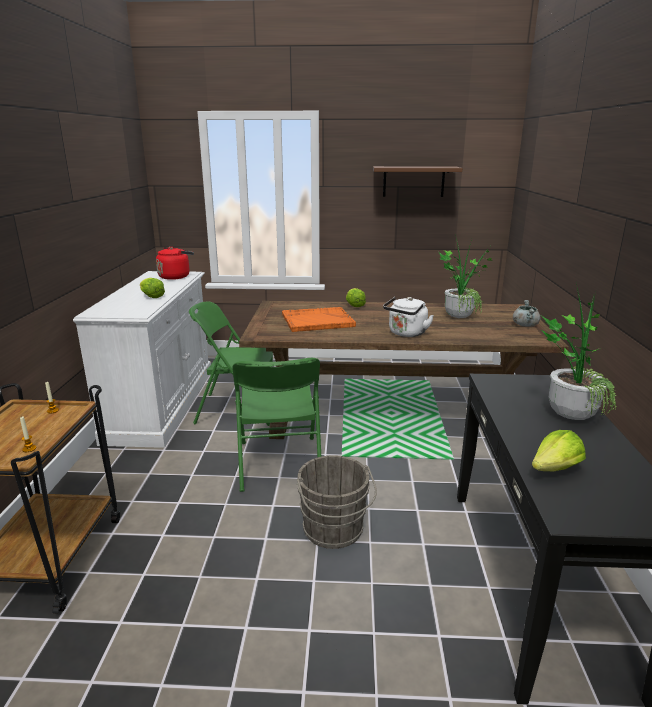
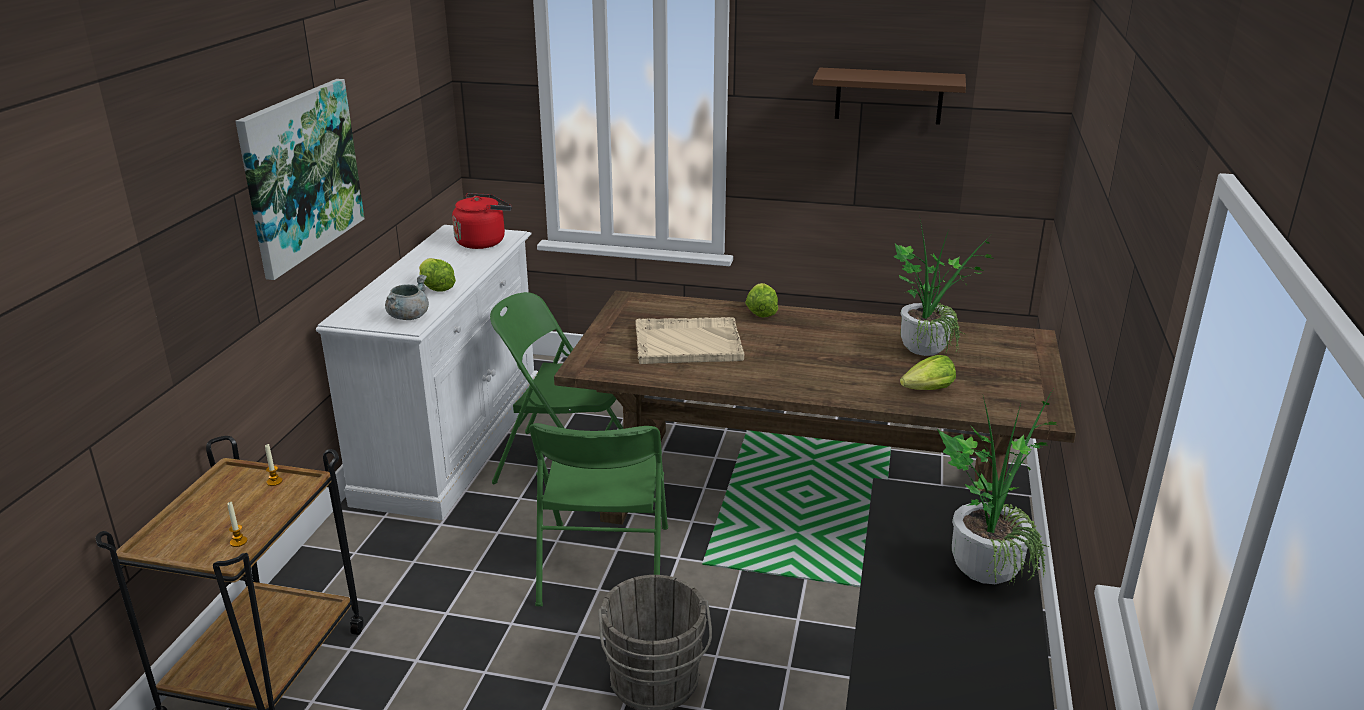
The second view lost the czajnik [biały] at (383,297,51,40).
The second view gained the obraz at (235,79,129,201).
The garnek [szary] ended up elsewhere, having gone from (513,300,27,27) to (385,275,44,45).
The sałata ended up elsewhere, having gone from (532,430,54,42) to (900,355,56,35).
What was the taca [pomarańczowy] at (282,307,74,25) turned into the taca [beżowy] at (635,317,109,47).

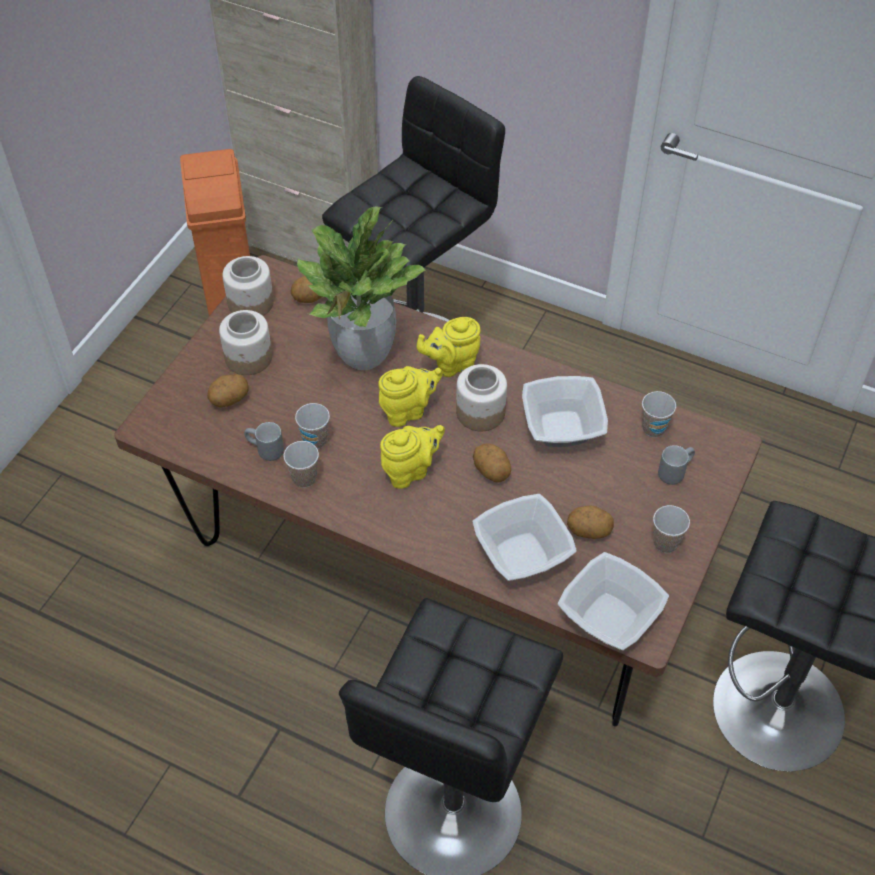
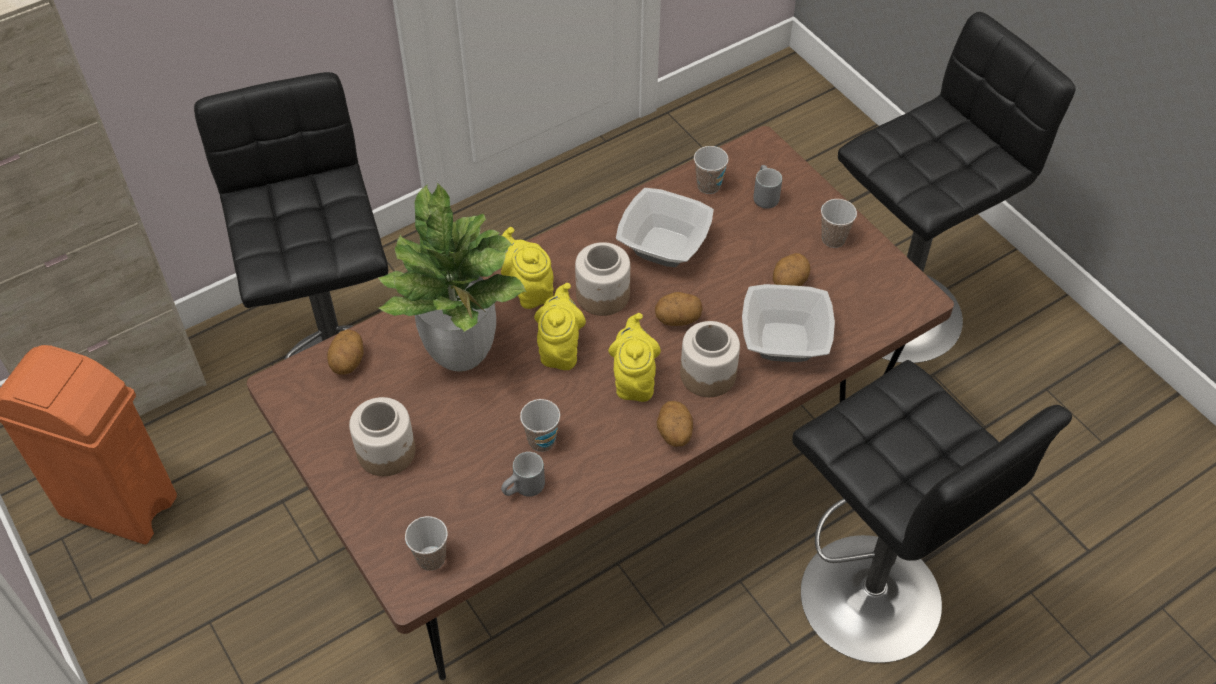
The second view lost the miska at (558,552,111,98).
The ziemniak ended up elsewhere, having gone from (207,374,42,33) to (657,401,36,46).
The słoik ended up elsewhere, having gone from (222,256,52,60) to (680,321,60,76).
The filiżanka ended up elsewhere, having gone from (283,441,36,47) to (405,516,43,55).
The imbryk [żółty] at (416,317,65,60) ended up facing another way, 135 degrees clockwise from before.

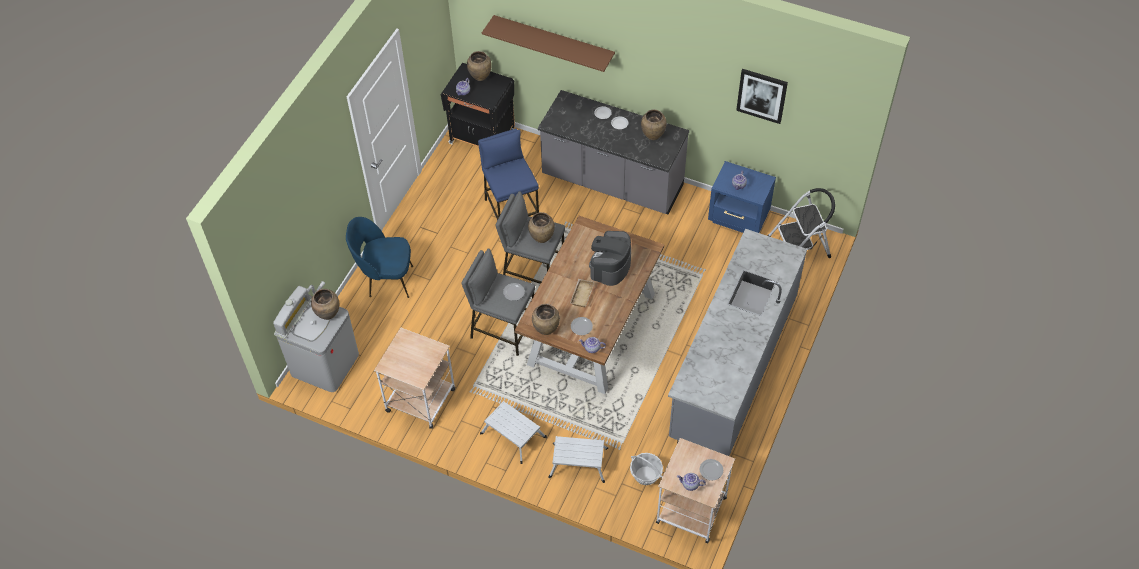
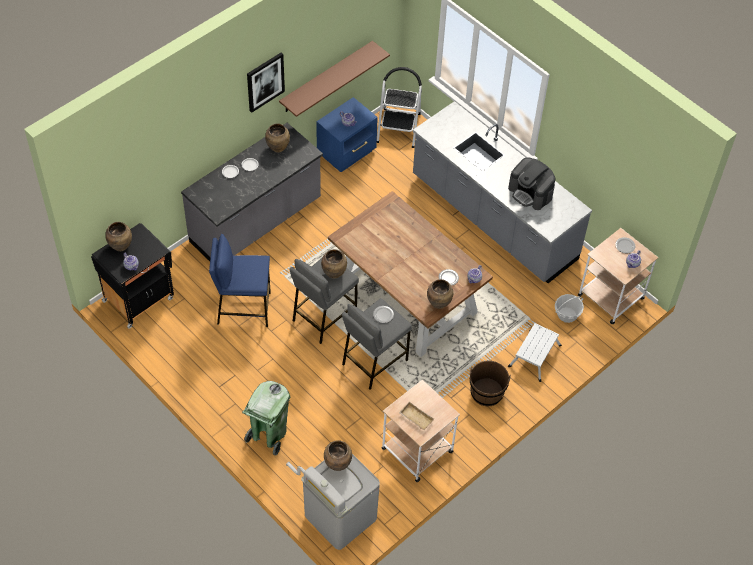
The półka [brązowy] ended up elsewhere, having gone from (482,15,133,57) to (279,41,111,76).
The taca [beżowy] ended up elsewhere, having gone from (570,279,24,28) to (399,401,35,29).
The ekspres do kawy ended up elsewhere, having gone from (589,231,42,55) to (508,157,47,53).
The obraz ended up elsewhere, having gone from (736,69,52,55) to (247,52,38,61).
Where the krzesło [niebieski] stood at (346,217,67,81), the kosz na śmieci [zielony] came to stand at (242,381,48,75).
Where the drabinka [biały] stood at (480,401,67,63), the wiadro [brązowy] came to stand at (470,360,41,46).

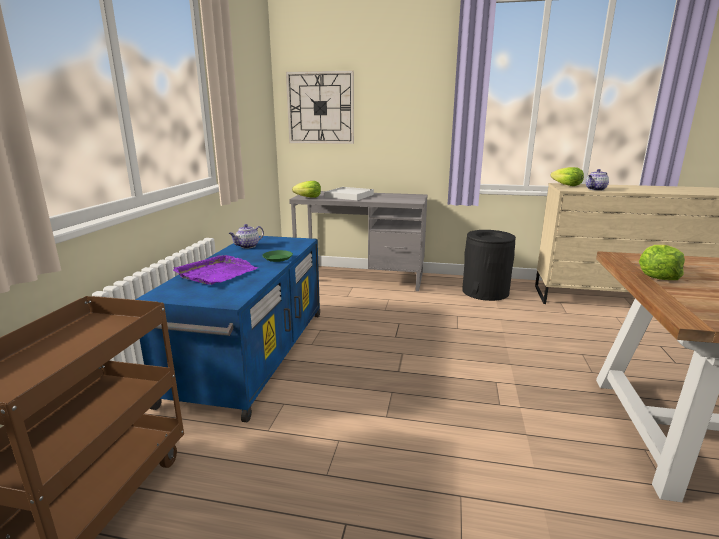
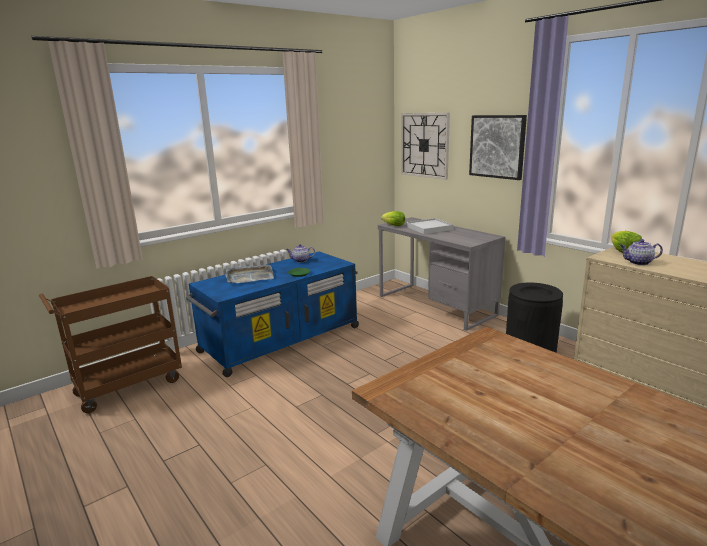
The second view lost the sałata at (639,245,46,35).
The second view gained the obraz at (469,115,58,65).
What was the taca [fioletowy] at (173,255,85,30) turned into the taca [szary] at (225,264,49,20).

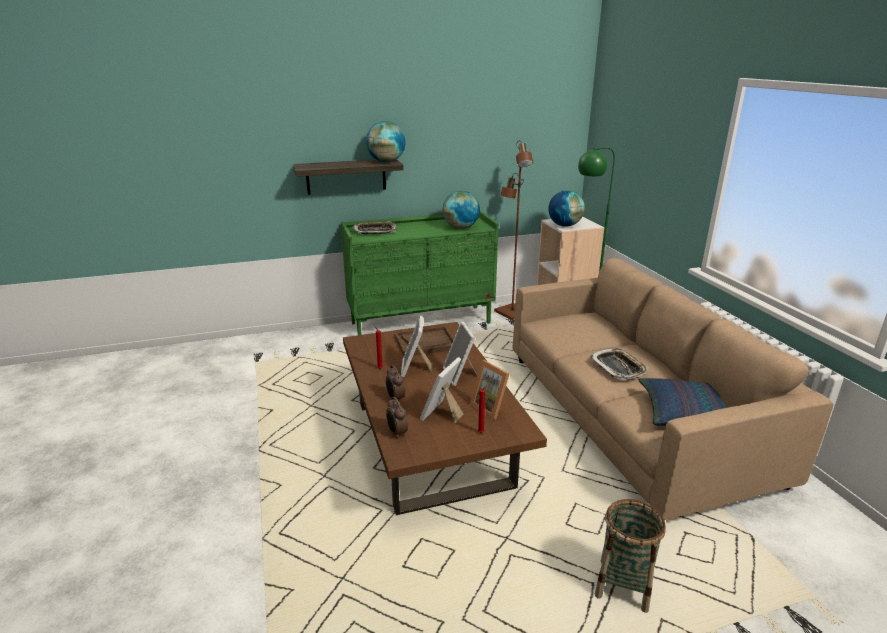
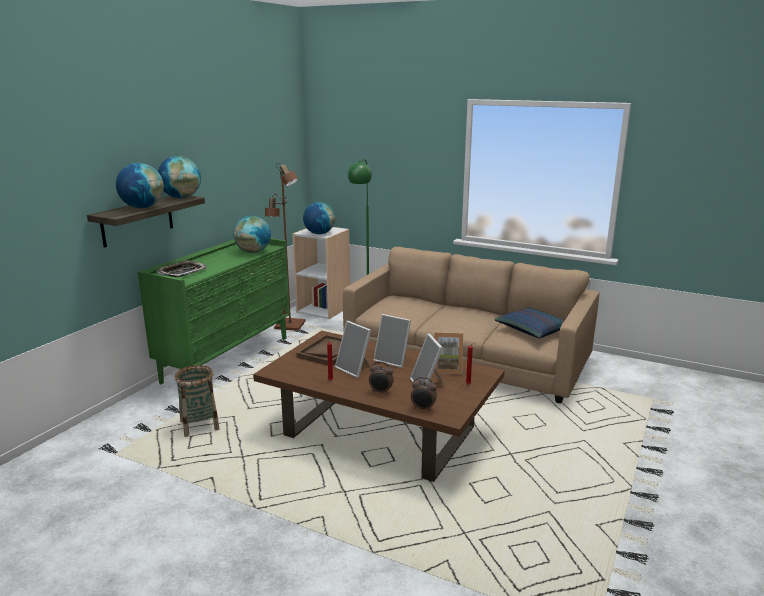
The second view lost the taca at (590,348,58,32).
The second view gained the globus at (116,163,48,45).
The koszyk ended up elsewhere, having gone from (595,499,71,114) to (175,365,45,72).

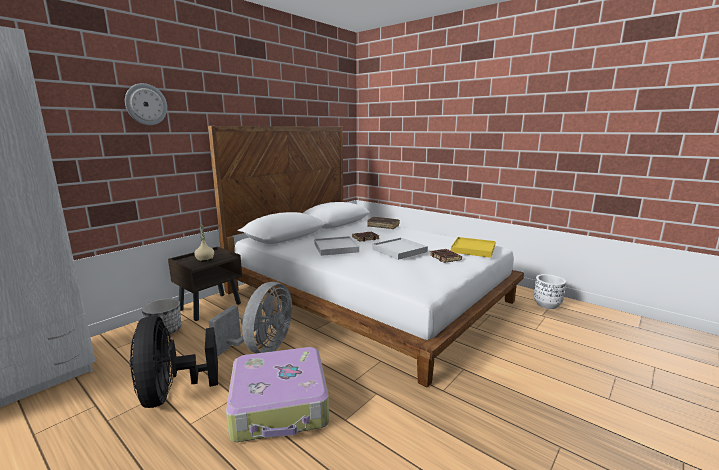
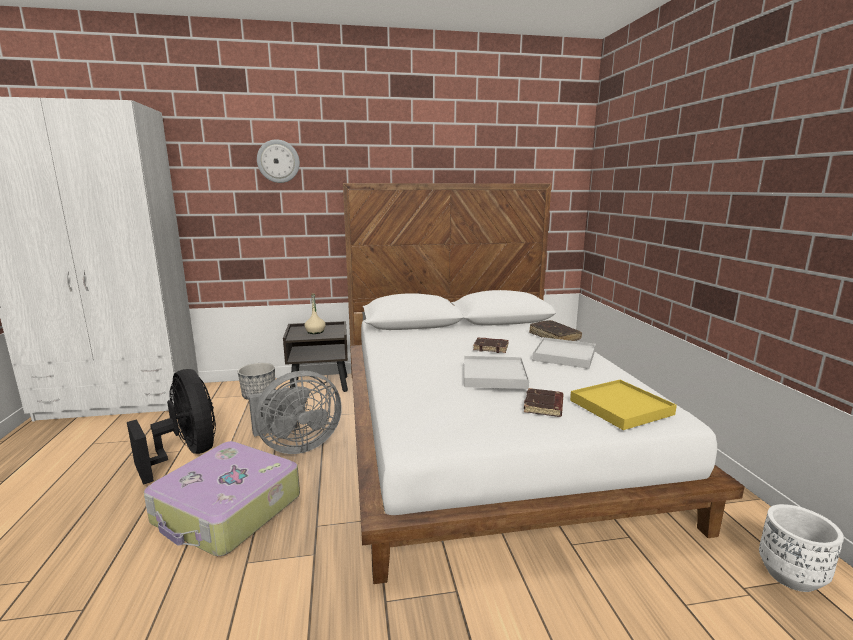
The taca [biały] ended up elsewhere, having gone from (314,236,45,20) to (532,337,64,32).
The wentylator [czarny] at (129,316,89,92) ended up facing another way, 120 degrees clockwise from before.

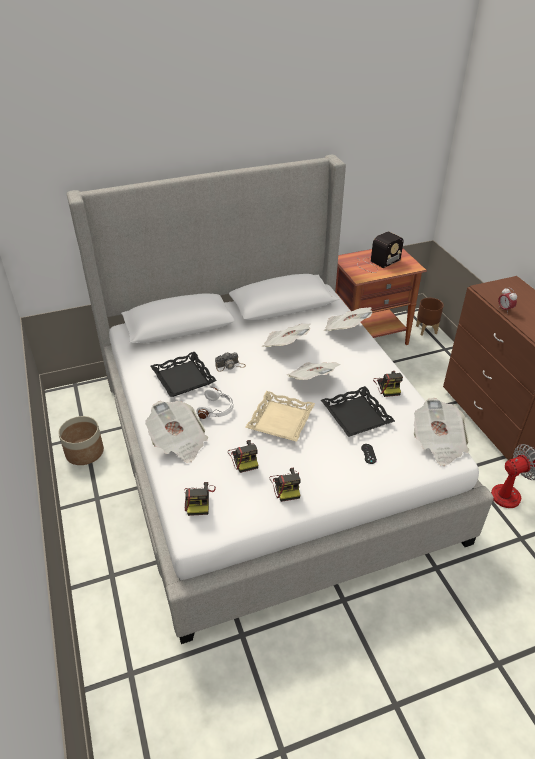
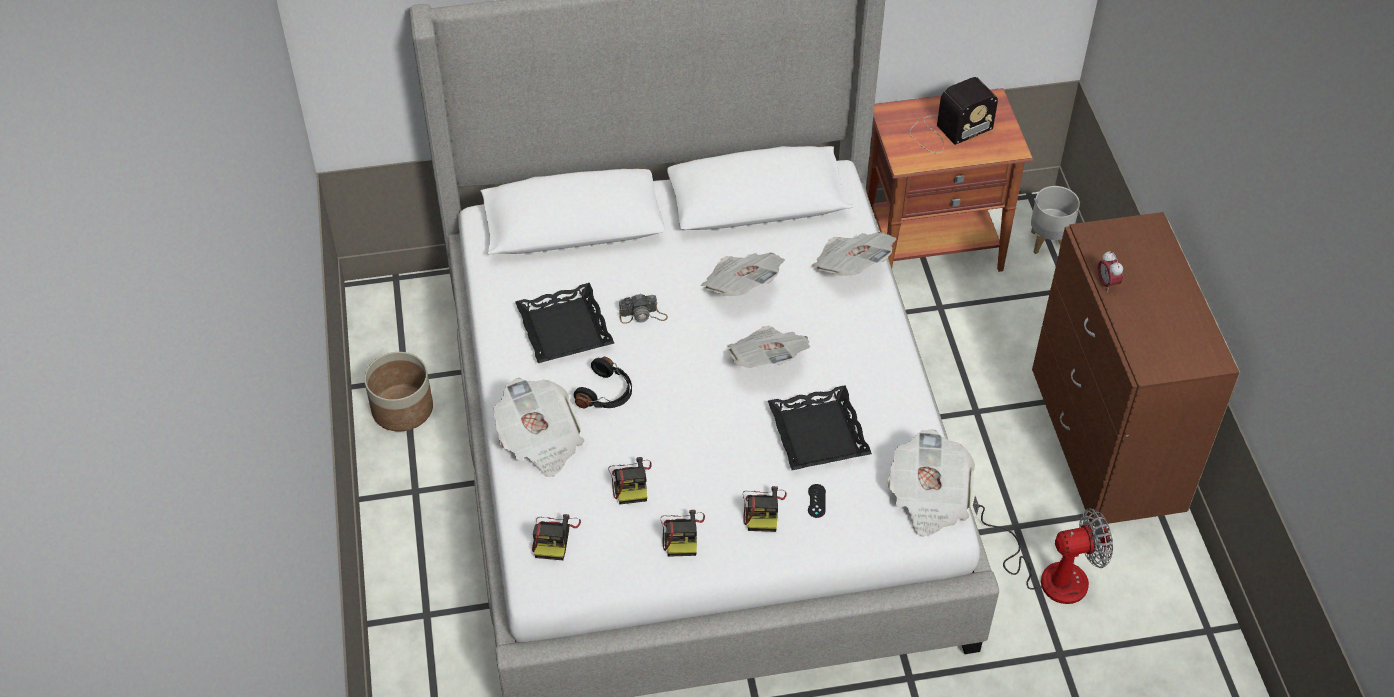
The second view lost the taca [beżowy] at (245,391,70,51).
The aparat fotograficzny ended up elsewhere, having gone from (373,371,30,26) to (743,486,44,46).
What was the słuchawki [biały] at (196,387,37,32) turned into the słuchawki [czarny] at (574,357,58,51).
What was the donica [brązowy] at (416,298,28,37) turned into the donica [szary] at (1031,186,49,68).

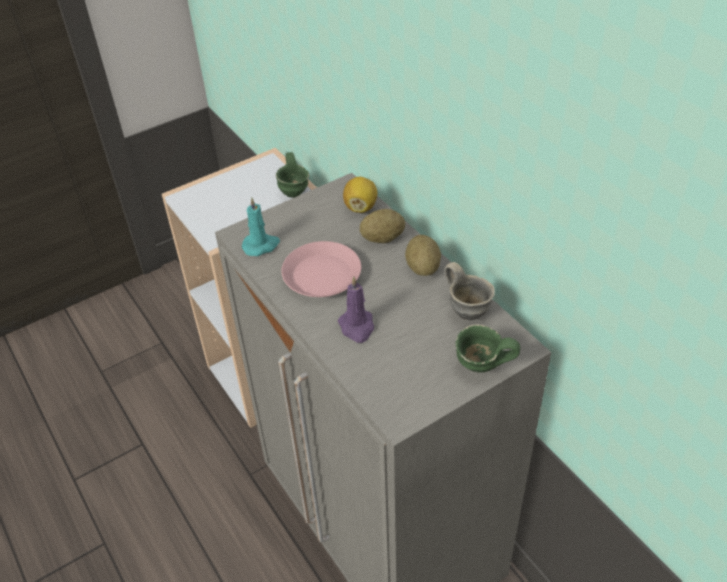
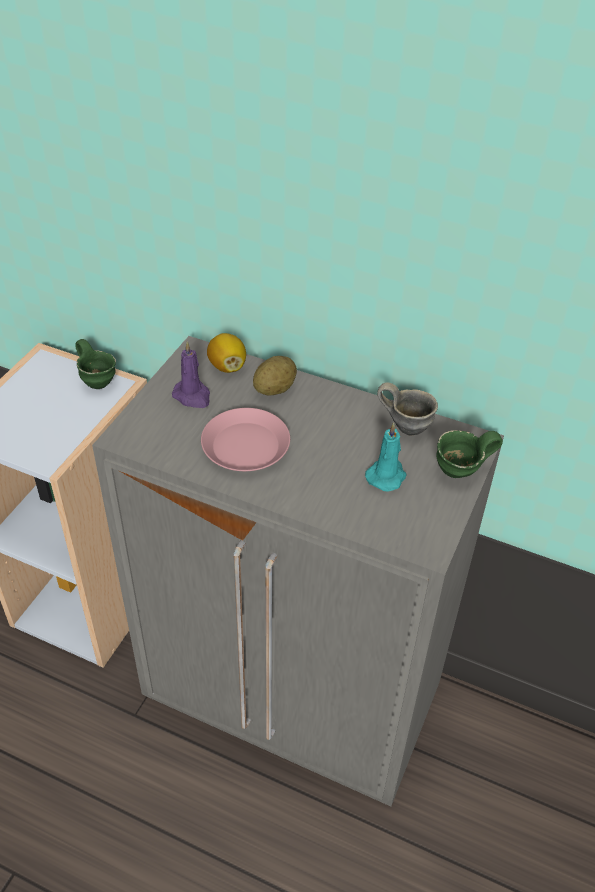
The second view lost the ziemniak at (405,235,36,41).
The świeca [turkusowy] ended up elsewhere, having gone from (242,197,38,59) to (365,423,42,69).
The świeca [fioletowy] ended up elsewhere, having gone from (338,276,36,67) to (172,341,38,67).

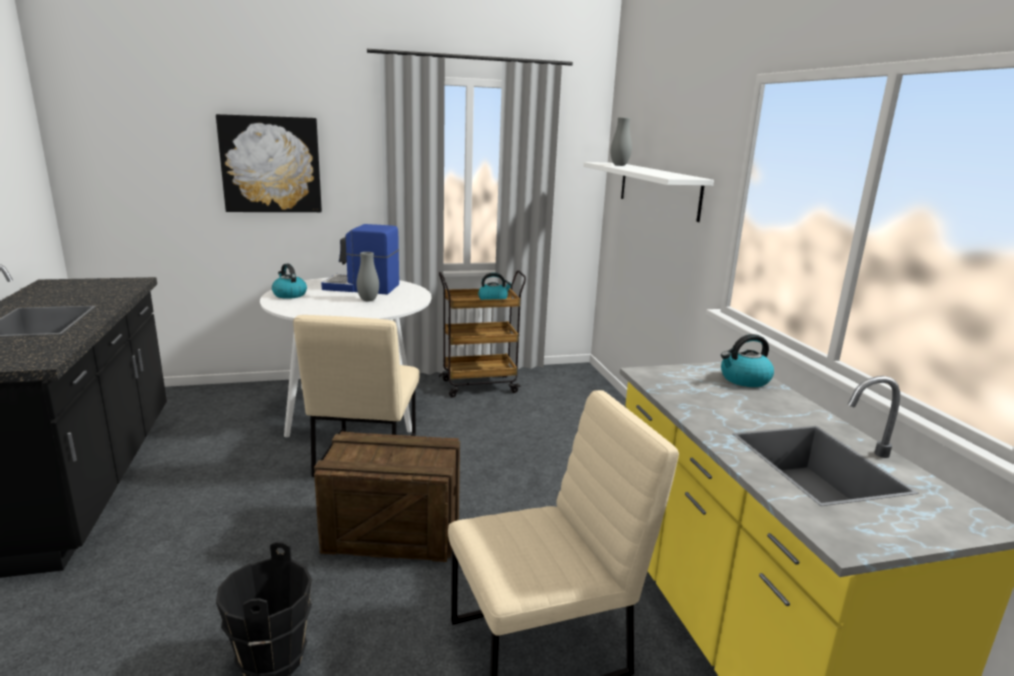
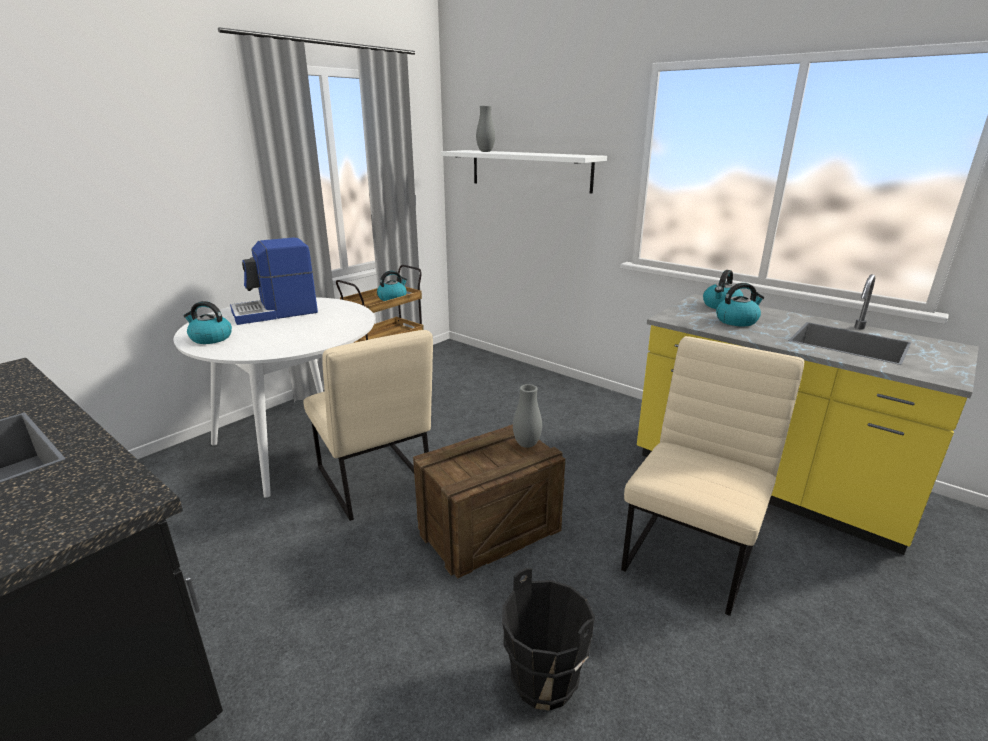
The second view lost the obraz at (216,114,106,98).
The second view gained the czajnik at (716,283,48,43).
The wazon [szary] ended up elsewhere, having gone from (356,252,23,50) to (513,384,29,64).

